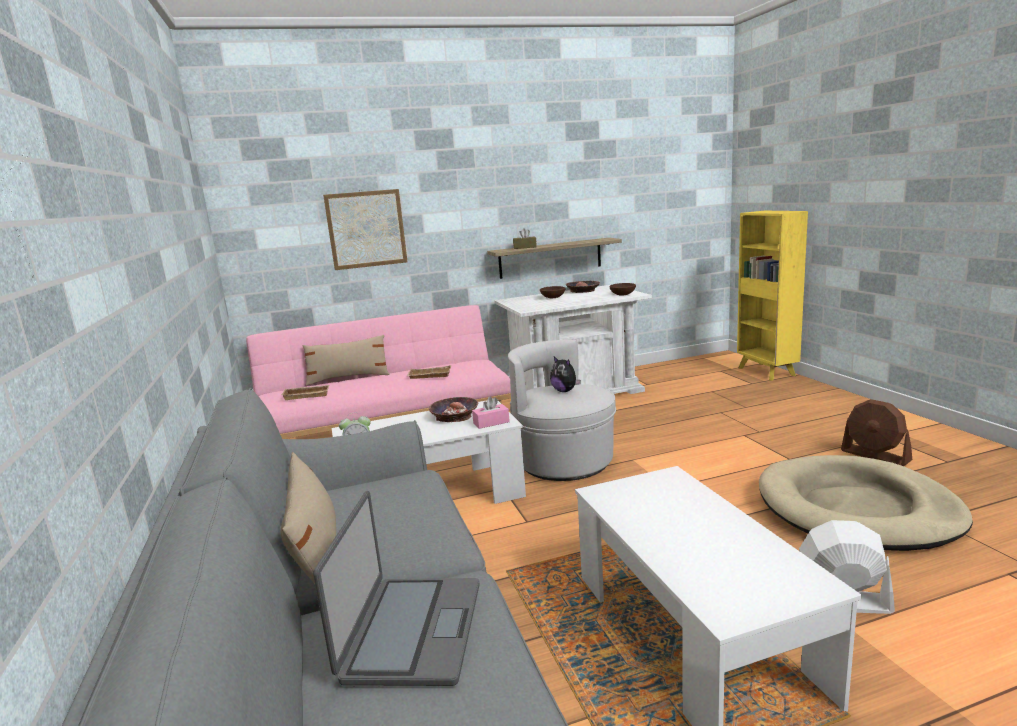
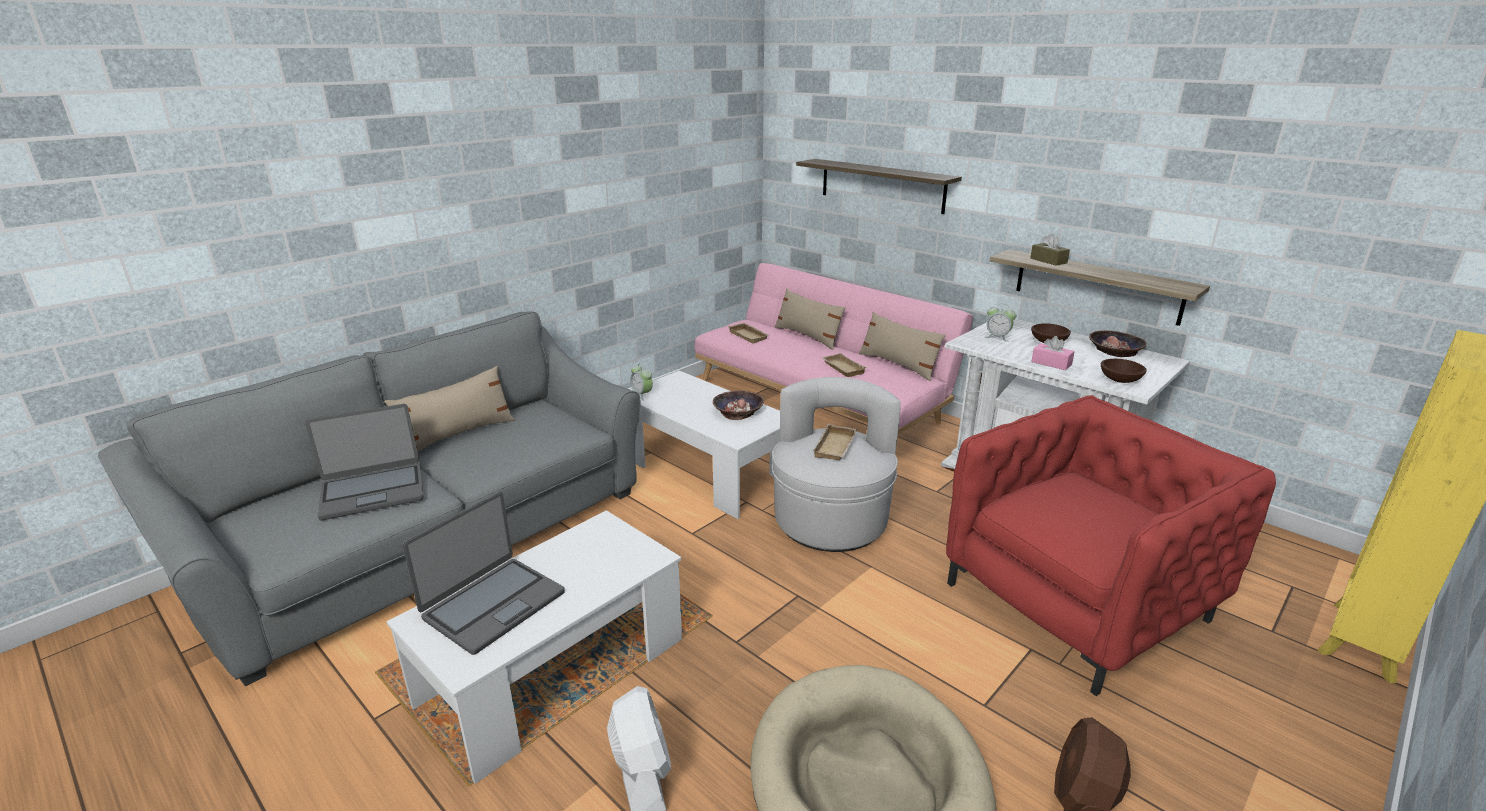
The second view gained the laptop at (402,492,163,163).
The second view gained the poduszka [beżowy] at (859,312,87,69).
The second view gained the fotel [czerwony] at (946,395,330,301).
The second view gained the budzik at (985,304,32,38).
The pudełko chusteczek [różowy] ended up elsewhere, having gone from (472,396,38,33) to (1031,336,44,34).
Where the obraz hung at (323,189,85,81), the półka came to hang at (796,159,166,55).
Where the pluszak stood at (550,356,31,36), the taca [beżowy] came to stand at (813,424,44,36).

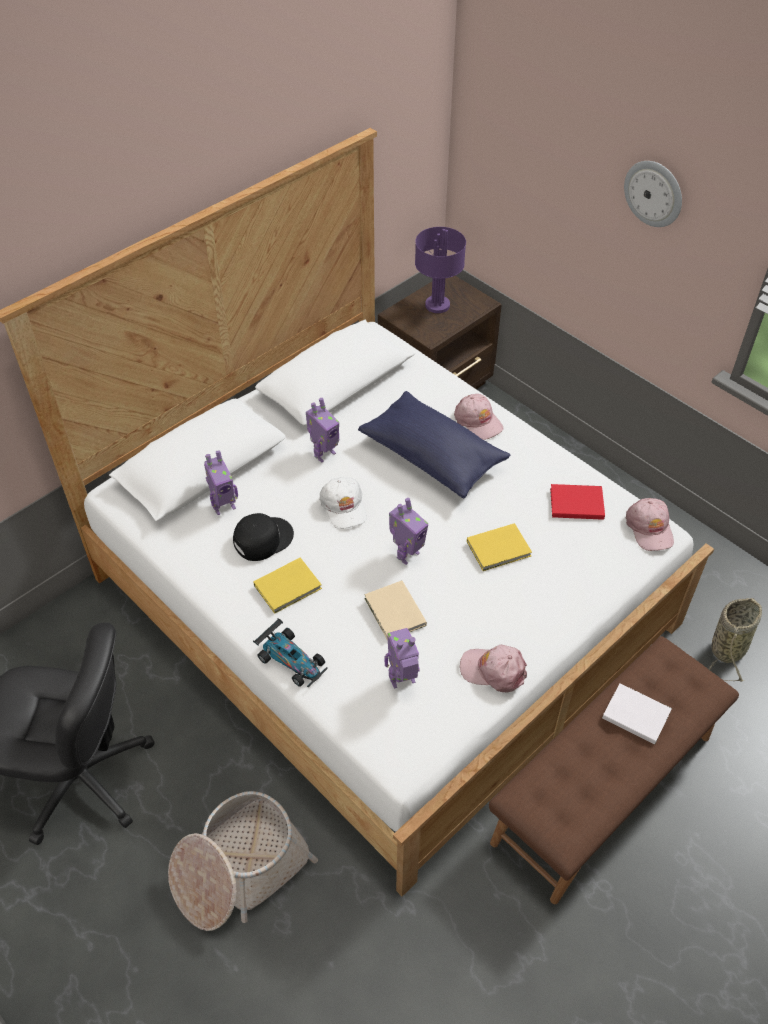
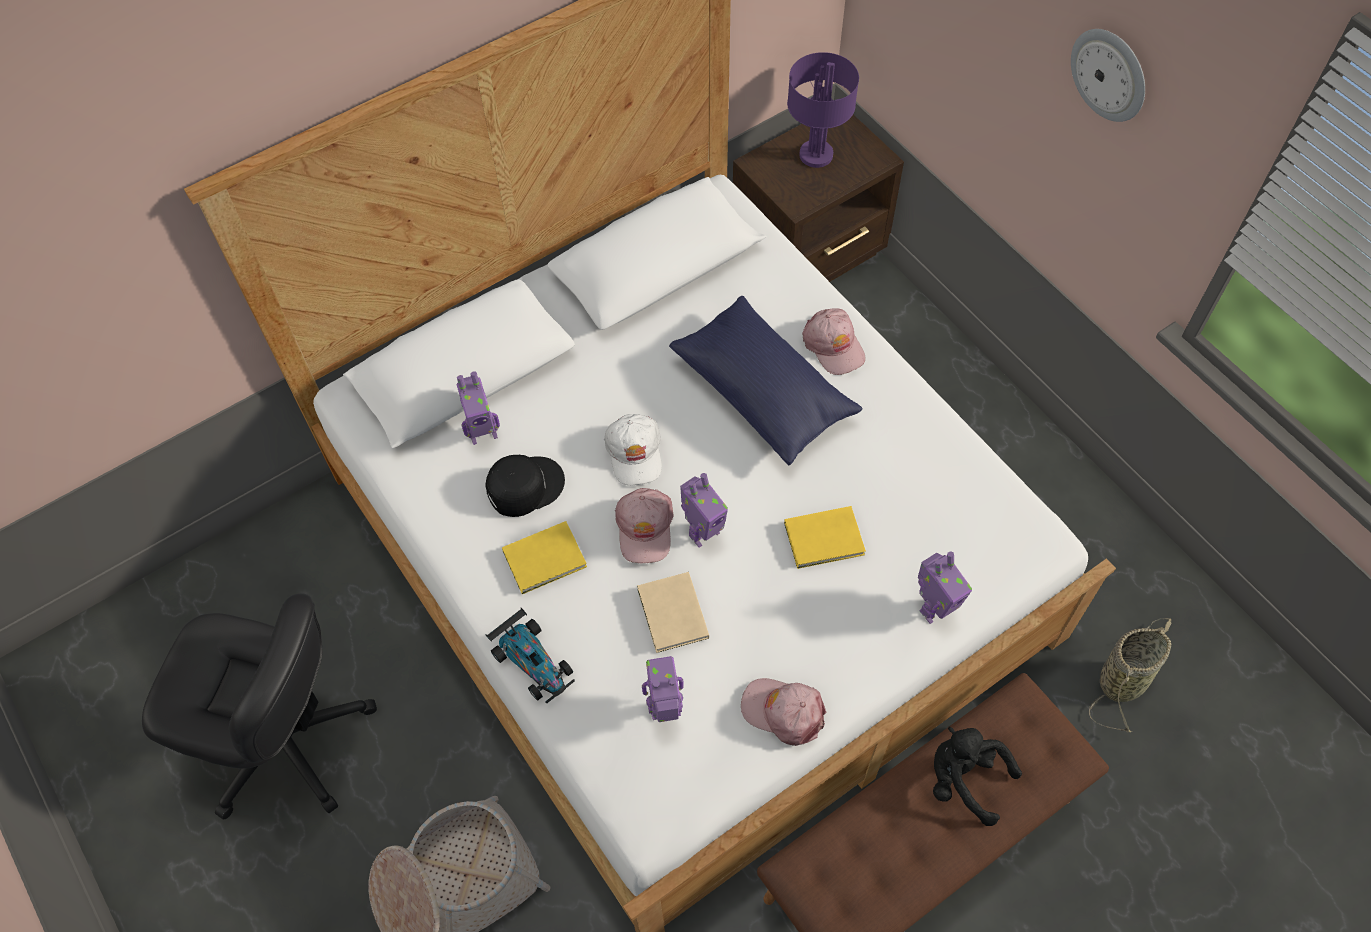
The second view lost the książka [czerwony] at (550,484,55,36).
The robot zabawkowy ended up elsewhere, having gone from (306,398,33,65) to (918,552,54,72).
The czapka z daszkiem [różowy] ended up elsewhere, having gone from (625,498,49,53) to (615,488,59,75).
Where the książka [biały] stood at (602,683,70,61), the pluszak [czarny] came to stand at (933,727,89,99).

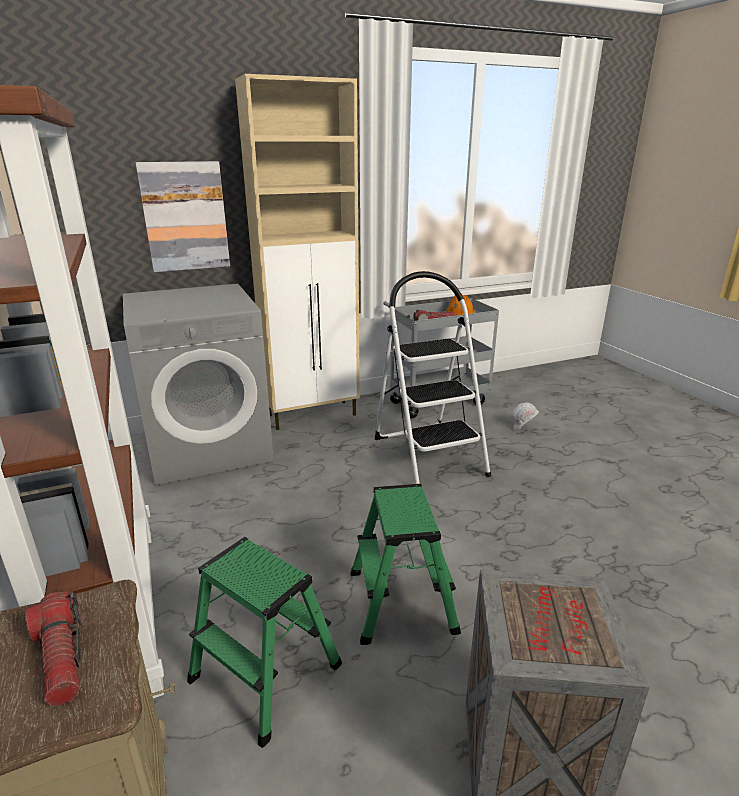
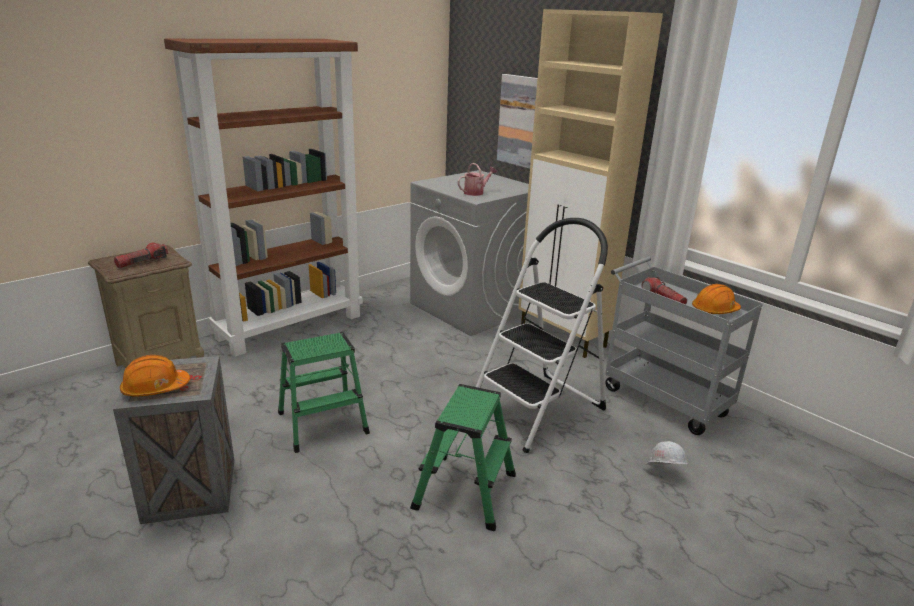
The second view gained the kask [pomarańczowy] at (120,355,70,41).
The second view gained the konewka at (458,163,39,33).
The drabinka [zielony] ended up elsewhere, having gone from (187,537,155,211) to (410,384,106,147).

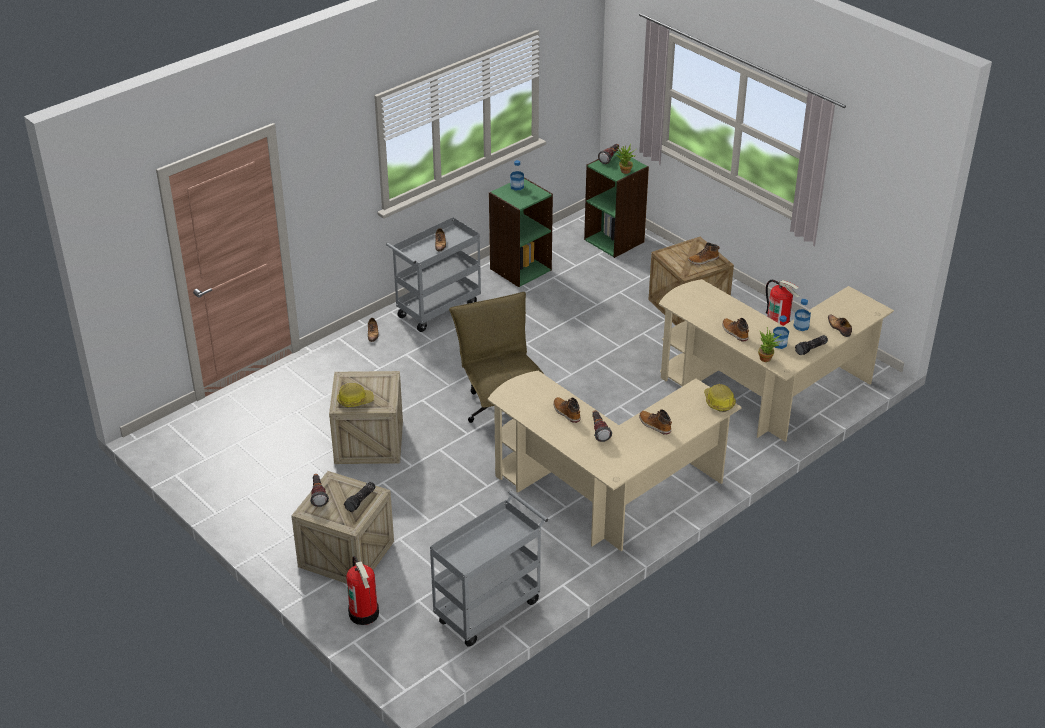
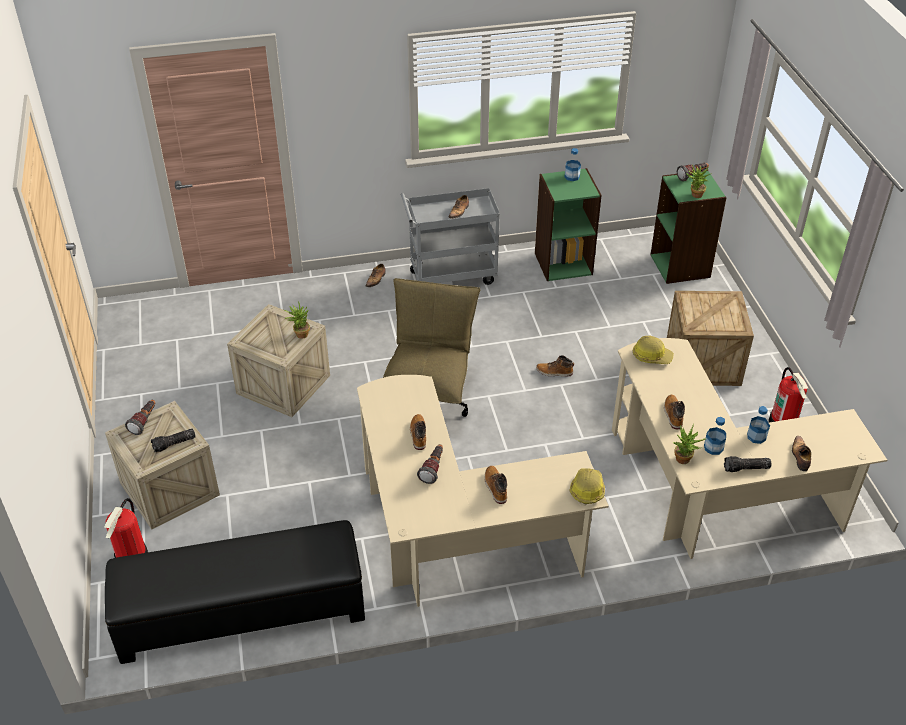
The second view gained the roślina doniczkowa at (284,301,26,38).
The kask ended up elsewhere, having gone from (337,383,37,24) to (633,336,41,28).
The but z cholewką ended up elsewhere, having gone from (688,243,32,22) to (536,355,38,22).
Where the wózek [szary] stood at (430,491,118,156), the ławka [czarny] came to stand at (105,520,260,144).

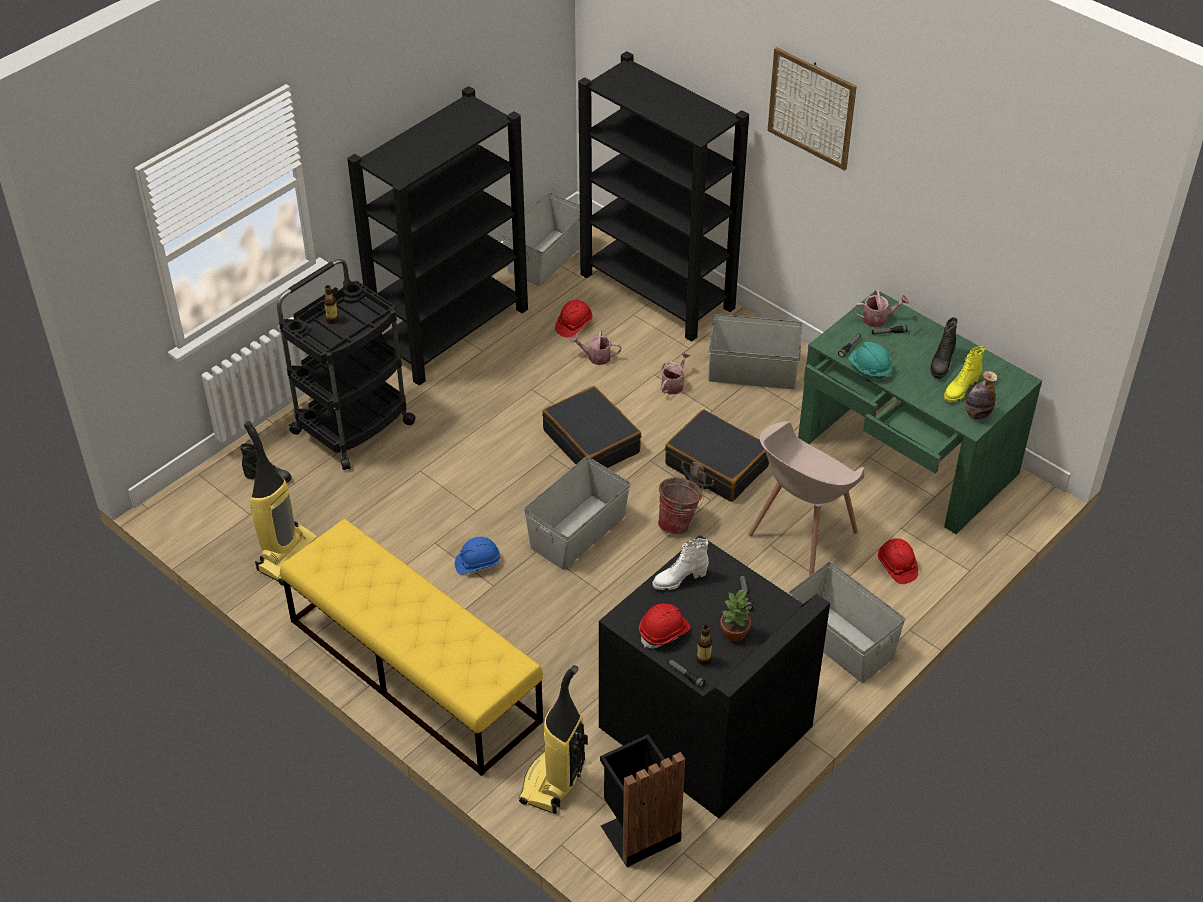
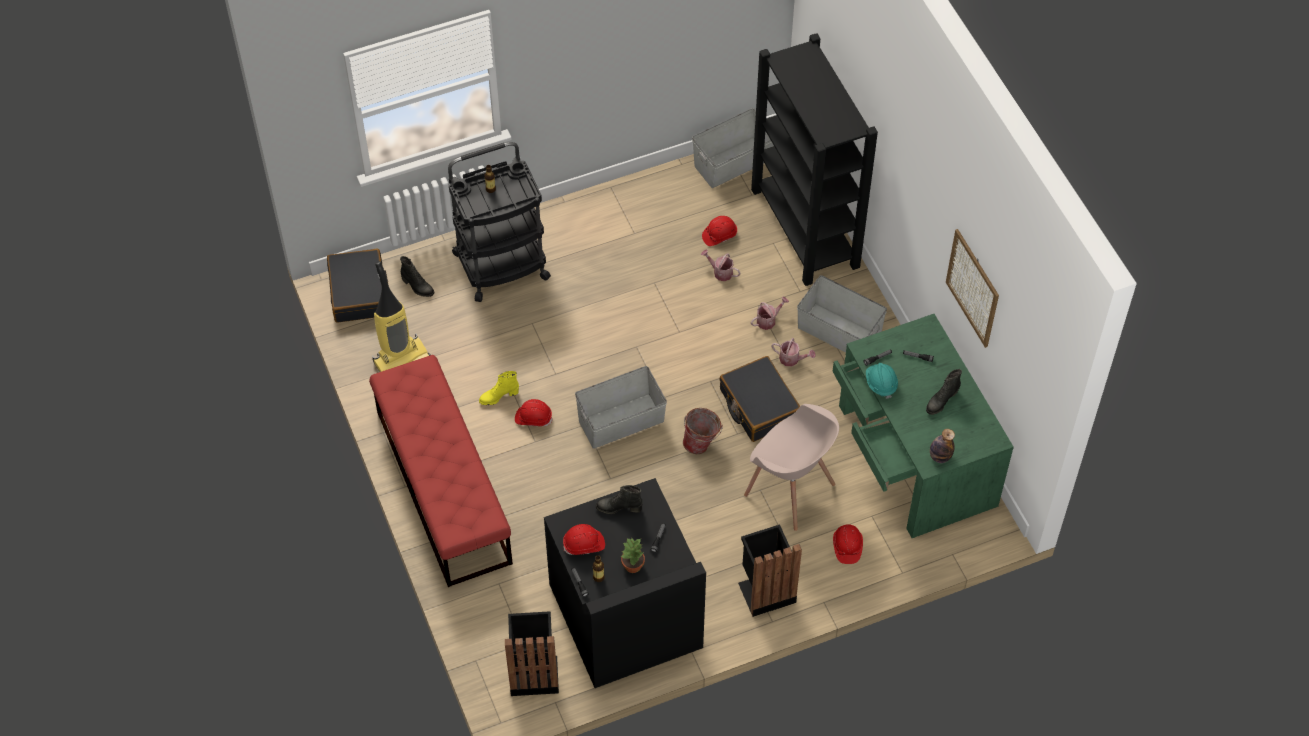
The second view lost the regał [czarny] at (347,86,181,299).
The second view lost the odkurzacz at (519,665,69,149).
The walizka [czarny] ended up elsewhere, having gone from (542,386,100,82) to (327,249,61,74).
The obraz ended up elsewhere, having gone from (768,47,89,124) to (946,229,53,119).
The konewka ended up elsewhere, having gone from (853,290,56,37) to (772,338,44,28).
The but z cholewką [żółty] ended up elsewhere, having gone from (944,346,41,57) to (479,371,40,34).
Where the pojemnik do przechowywania [szary] stood at (788,562,117,121), the kosz na śmieci [czarny] came to stand at (738,524,64,93).
What was the ławka [żółty] at (280,519,263,257) turned into the ławka [czerwony] at (369,355,144,232).
What was the kask [niebieski] at (455,537,46,38) turned into the kask [czerwony] at (515,399,38,27).
What was the but z cholewką [biały] at (653,539,56,51) turned into the but z cholewką [czarny] at (596,485,47,29).
The krzesło [beżowy] at (748,421,116,154) ended up facing another way, 120 degrees counterclockwise from before.

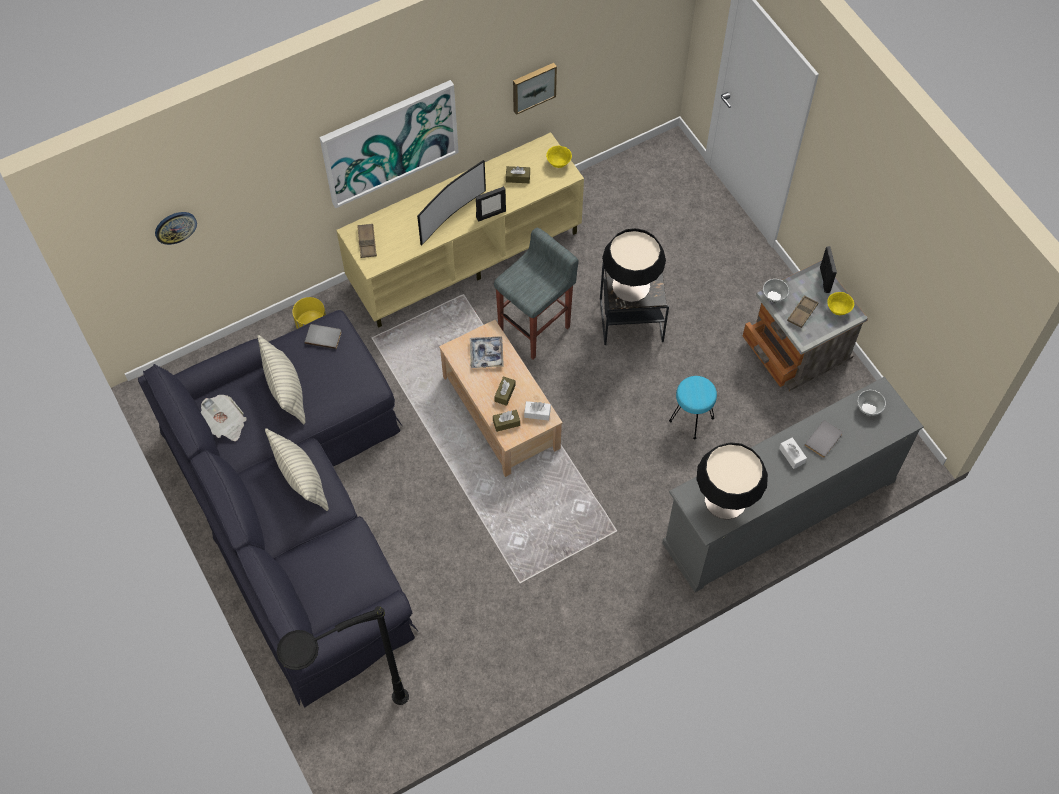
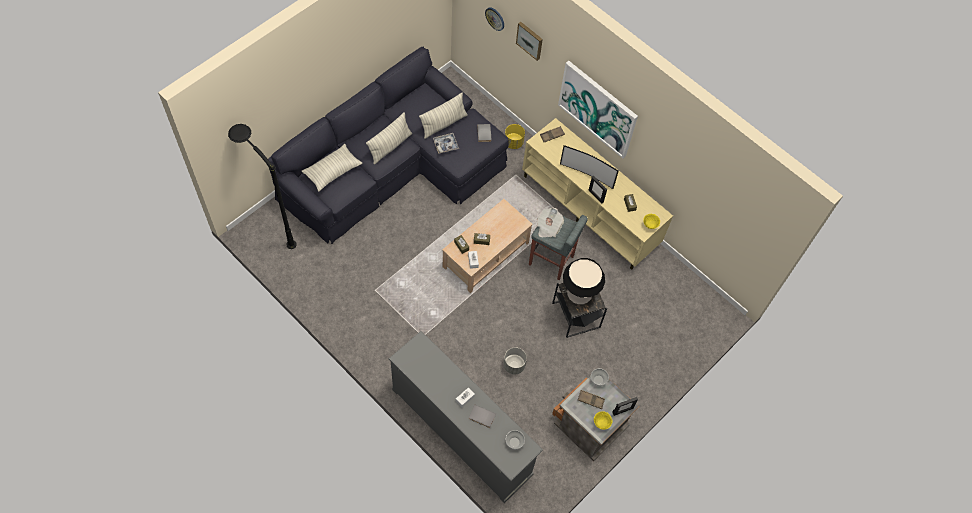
The second view lost the lampa stołowa at (696,442,72,78).
The second view gained the poduszka at (302,144,61,48).
The gazeta ended up elsewhere, having gone from (201,395,46,46) to (537,207,27,30).
The taca ended up elsewhere, having gone from (470,336,34,32) to (433,133,26,21).
The obraz ended up elsewhere, having gone from (513,63,44,52) to (516,22,27,39).
Where the stołek [turkusowy] stood at (669,376,48,63), the donica [szary] came to stand at (503,347,24,28).

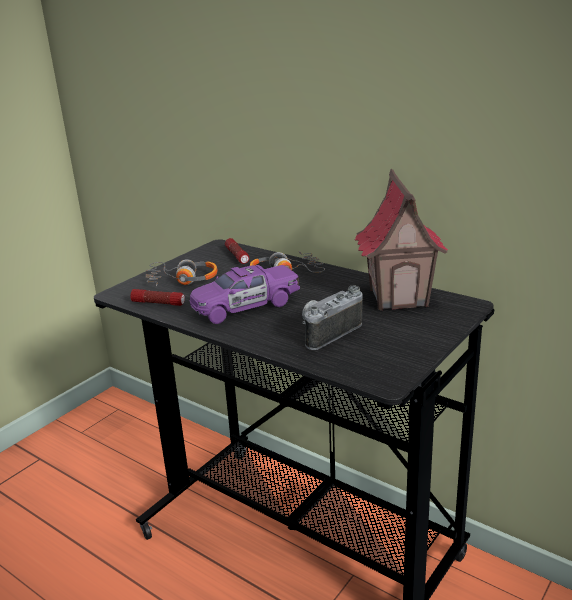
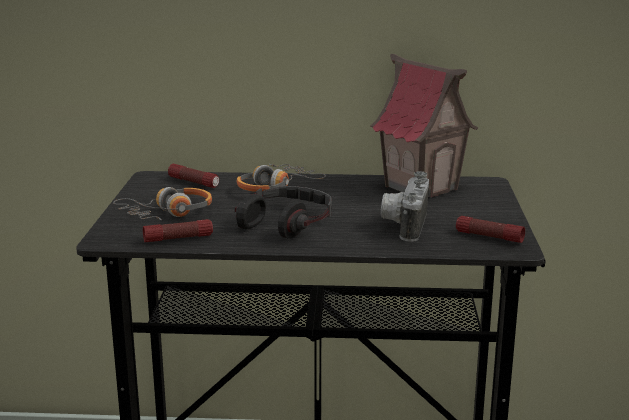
The second view gained the latarka at (456,216,69,27).
Where the samochodzik [fioletowy] stood at (190,265,110,59), the słuchawki came to stand at (235,186,97,53).

